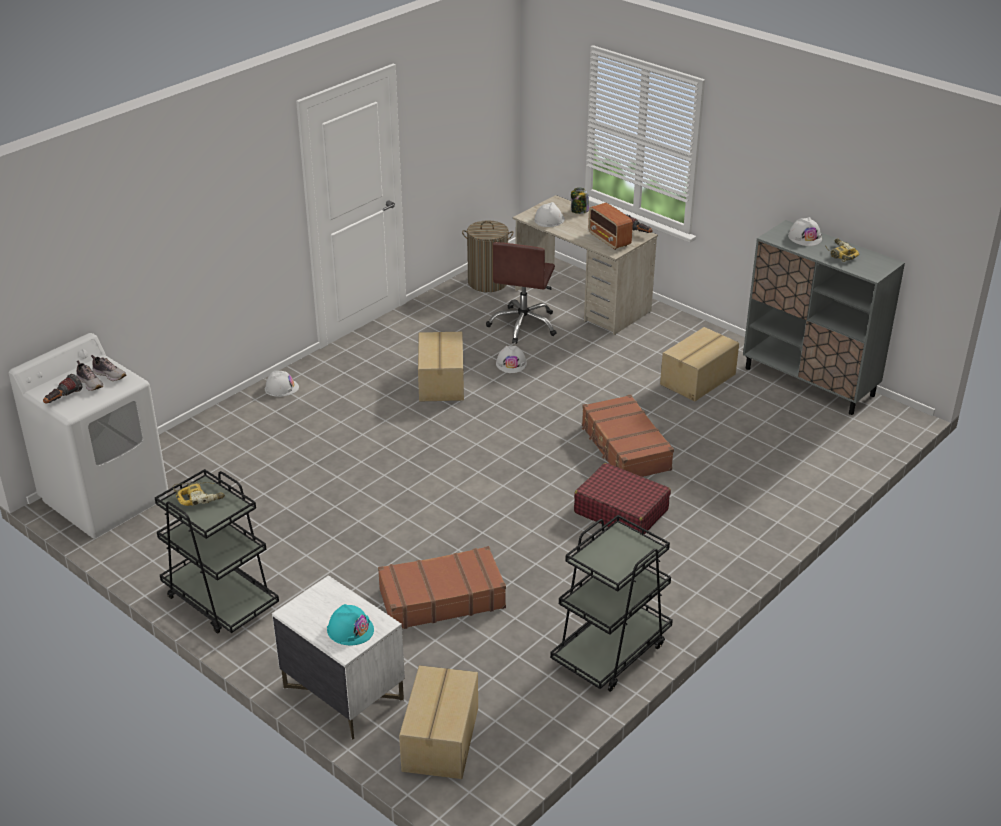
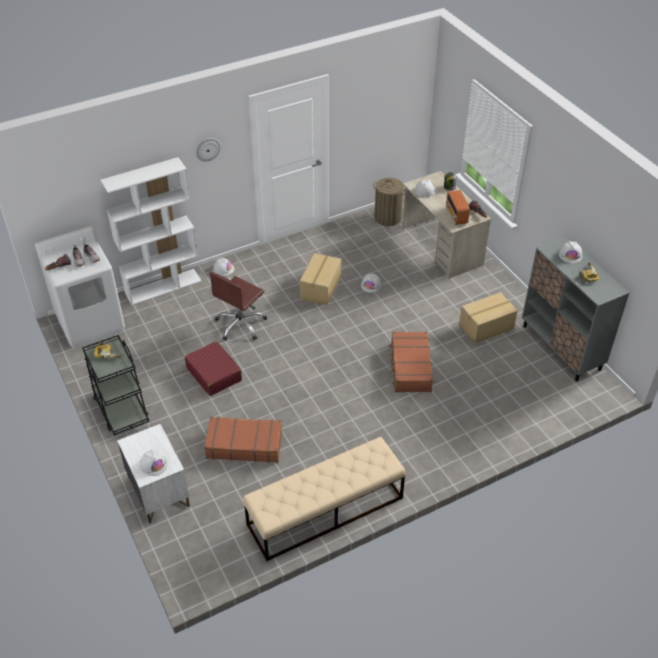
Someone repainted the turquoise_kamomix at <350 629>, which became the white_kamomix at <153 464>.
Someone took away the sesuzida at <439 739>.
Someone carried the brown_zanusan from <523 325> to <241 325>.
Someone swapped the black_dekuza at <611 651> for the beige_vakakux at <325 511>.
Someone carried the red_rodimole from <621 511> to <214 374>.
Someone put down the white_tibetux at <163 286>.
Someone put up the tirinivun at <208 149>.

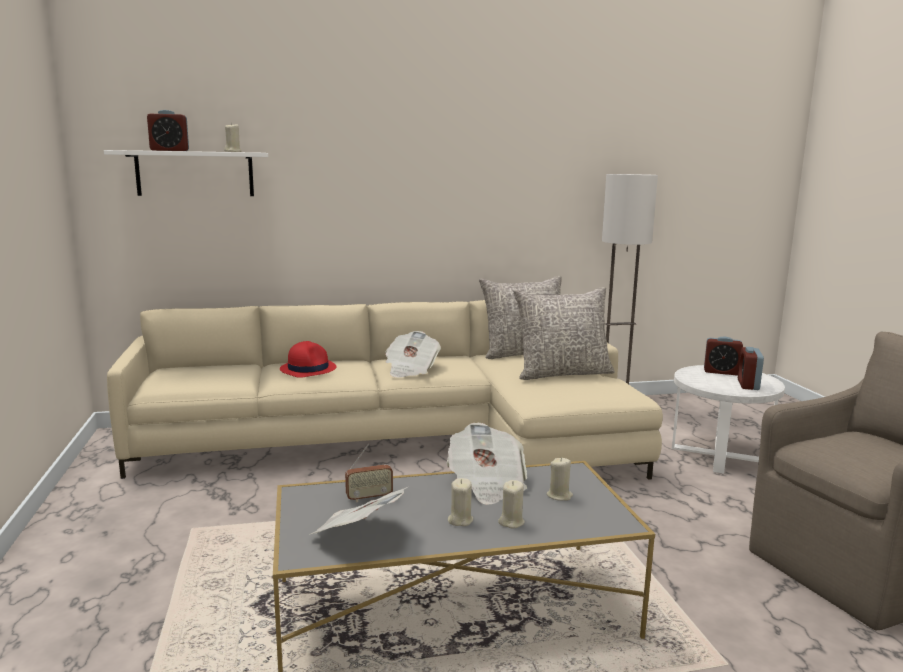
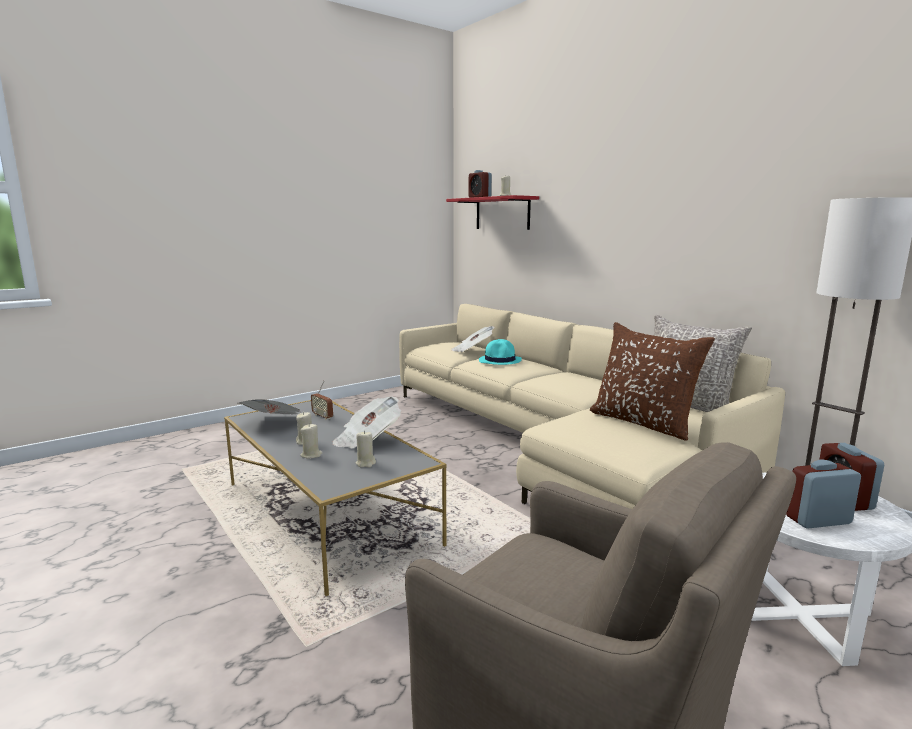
Someone repainted the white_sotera at <195 174>, which became the red_sotera at <502 213>.
Someone repainted the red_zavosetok at <308 369>, which became the turquoise_zavosetok at <500 360>.
Someone carried the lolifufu from <410 369> to <472 350>.
Someone repainted the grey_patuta at <562 373>, which became the brown_patuta at <643 422>.

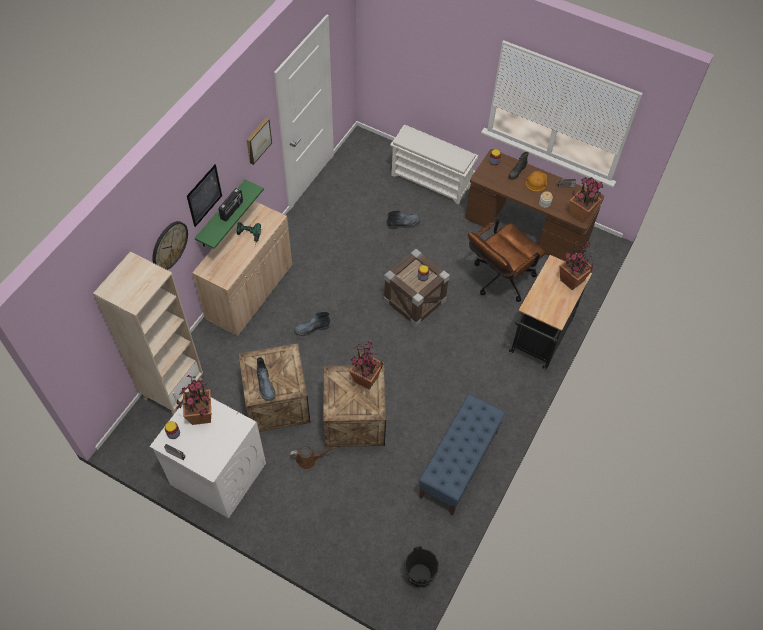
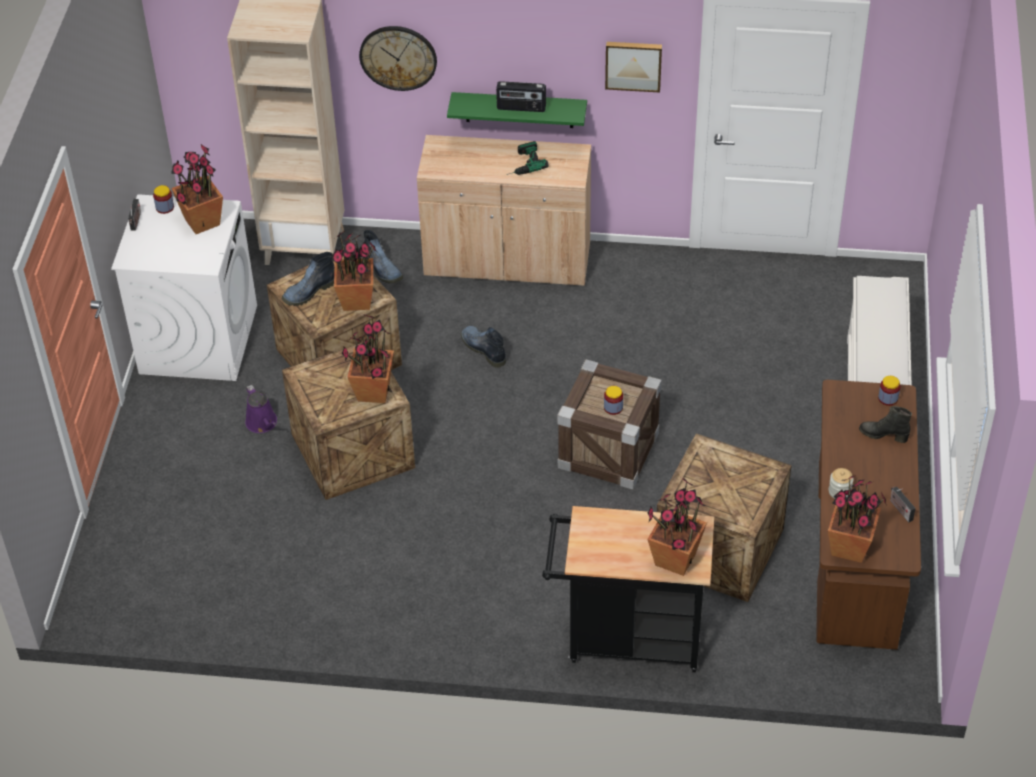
Someone took away the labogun at <204 195>.
Someone repainted the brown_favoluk at <309 459>, which became the purple_favoluk at <263 423>.
Someone carried the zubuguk from <404 223> to <383 270>.
Someone took away the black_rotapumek at <420 575>.
Someone took away the blue_vakakux at <459 464>.
Someone swapped the brown_zanusan at <498 280> for the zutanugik at <718 547>.
Someone took away the orange_kamomix at <536 181>.
Someone put down the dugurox at <357 300>.

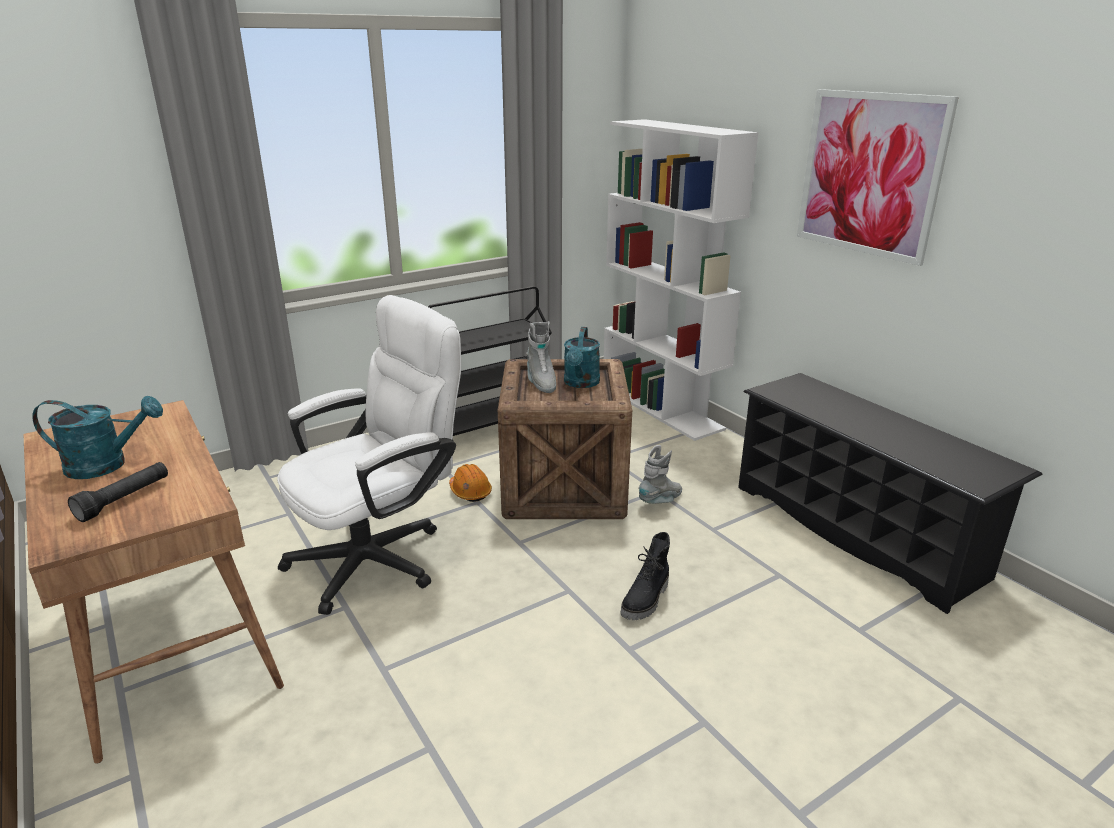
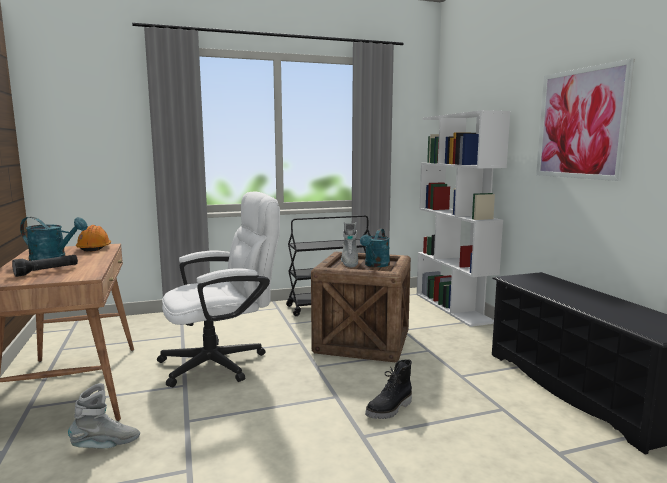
Someone carried the orange_kamomix from <470 491> to <94 248>.
Someone carried the grey_zubuguk from <661 501> to <106 446>.

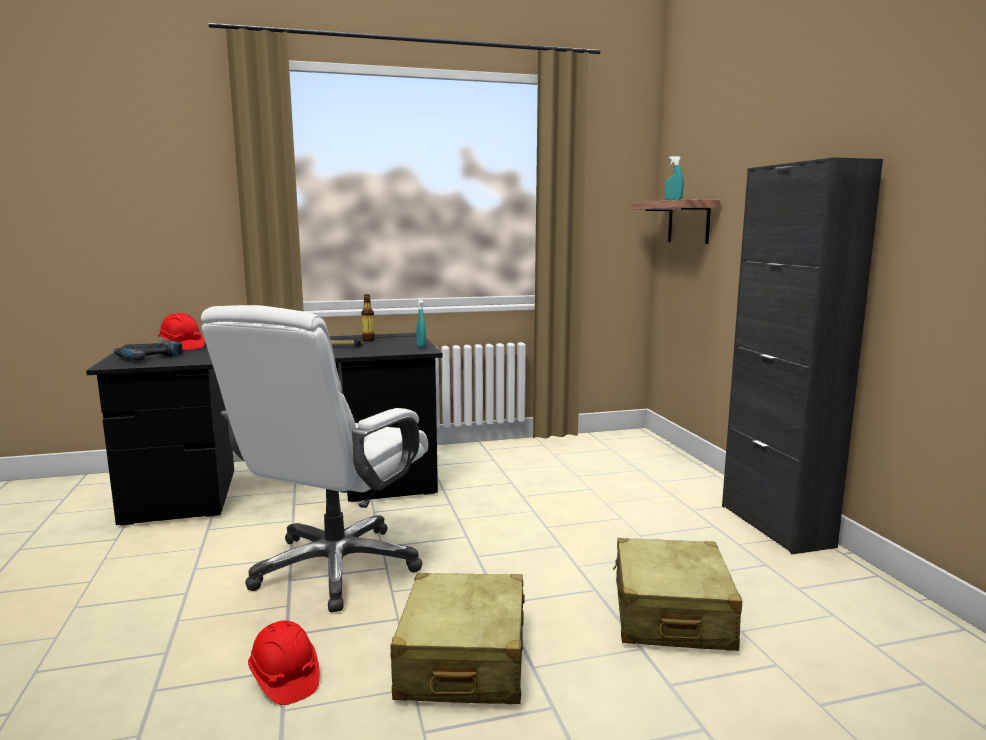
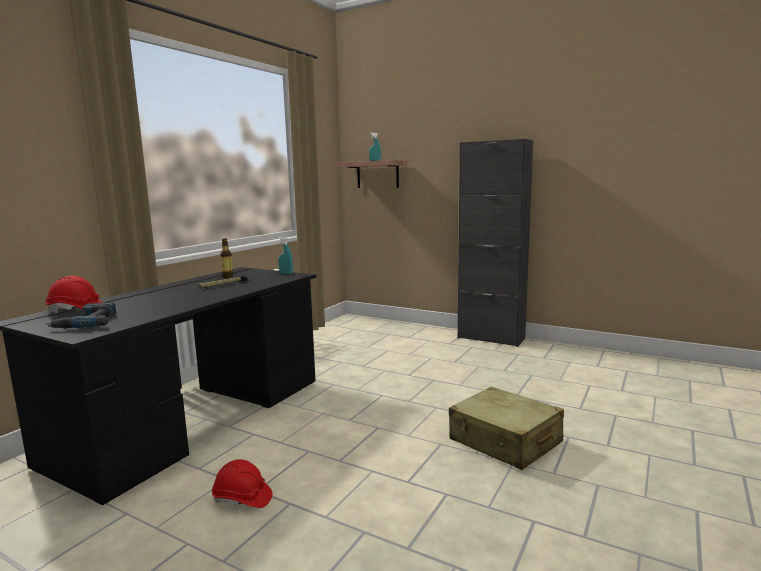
Someone took away the white_zanusan at <335 567>.
Someone carried the red_kamomix from <284 678> to <242 499>.
Someone took away the beige_rodimole at <670 614>.

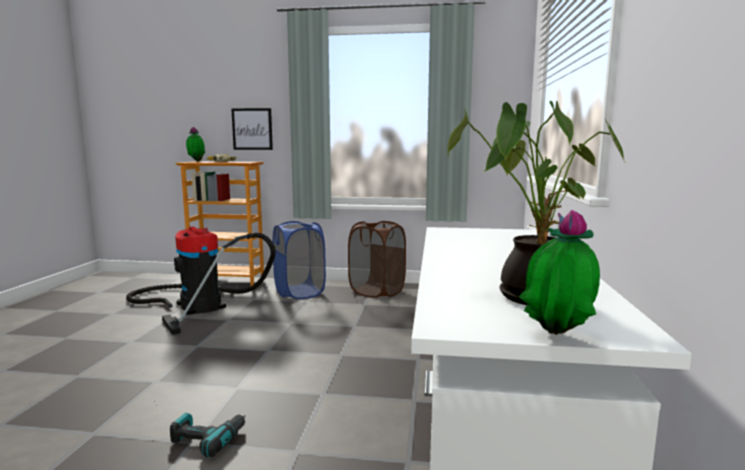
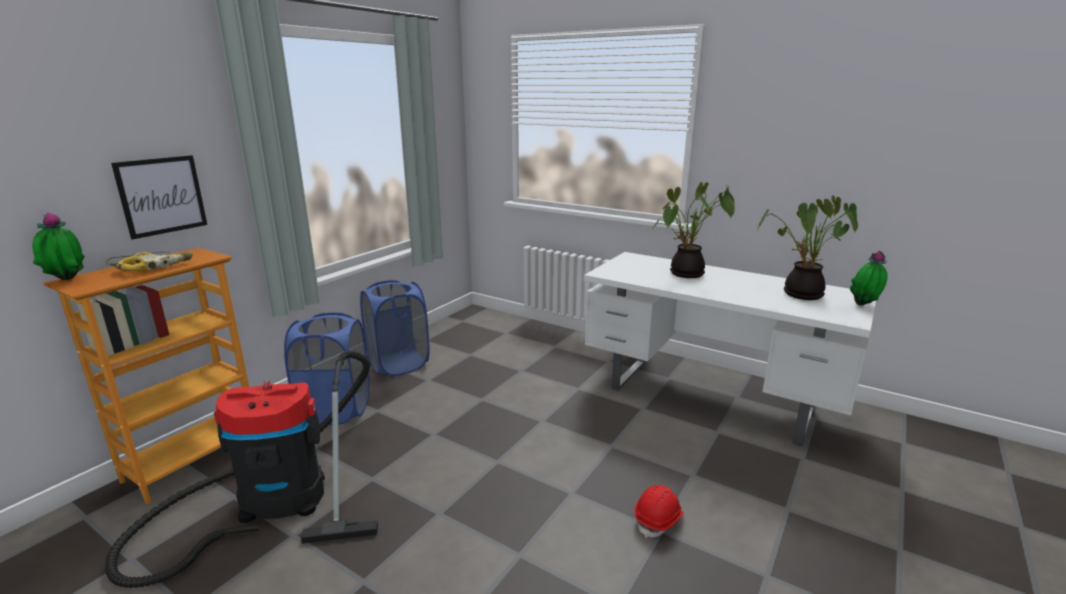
Someone swapped the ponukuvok at <208 438> for the red_kamomix at <658 520>.
Someone repainted the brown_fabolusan at <377 291>, which became the blue_fabolusan at <398 364>.
Someone put down the dugurox at <686 274>.

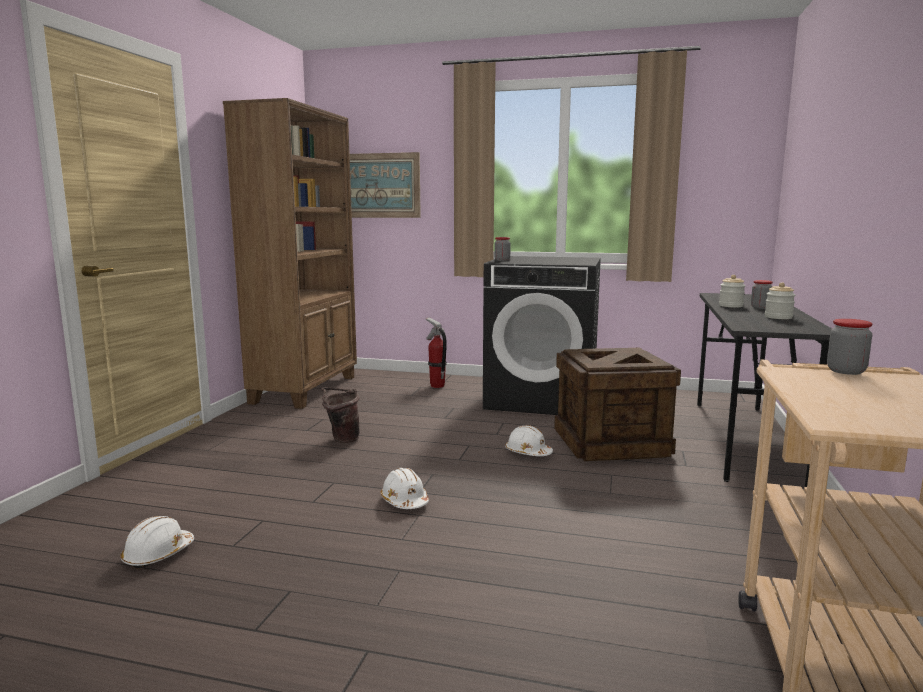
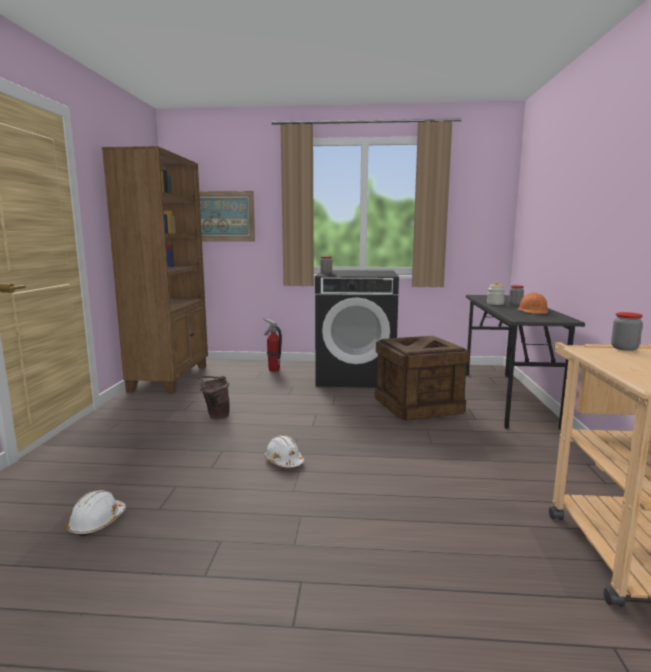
Someone took away the white_kamomix at <528 453>.
Someone swapped the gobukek at <778 317> for the orange_kamomix at <533 311>.

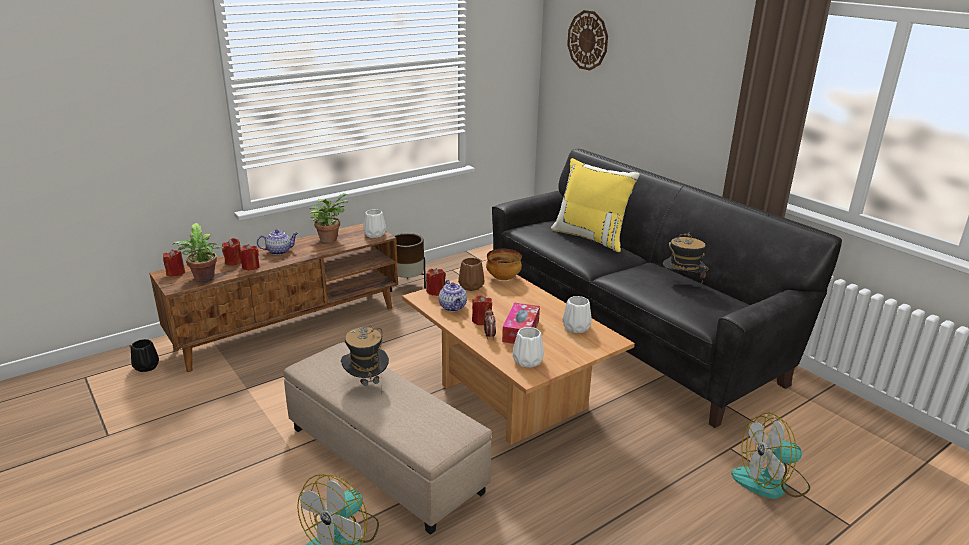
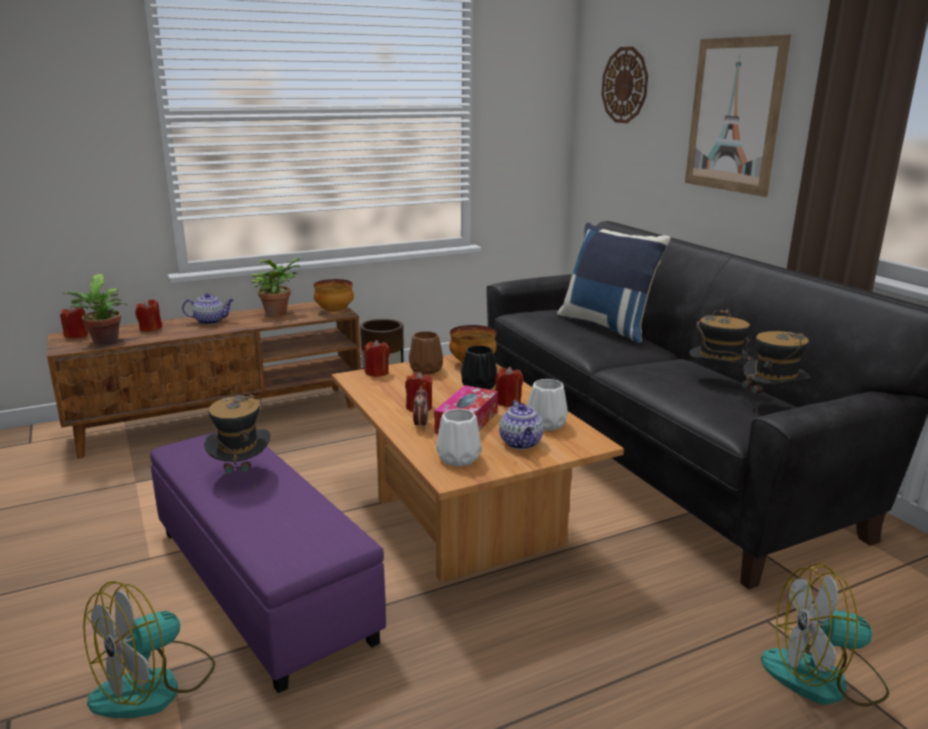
Someone carried the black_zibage from <147 366> to <479 386>.
Someone carried the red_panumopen from <250 267> to <508 402>.
Someone repainted the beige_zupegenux at <383 460>, which became the purple_zupegenux at <260 584>.
Someone swapped the white_zibage at <375 234> for the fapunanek at <334 311>.
Someone carried the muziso from <453 307> to <521 443>.
Someone repainted the yellow_patuta at <591 237>, which became the blue_patuta at <607 326>.
Someone put up the labogun at <734 115>.
Someone put down the zavosetok at <771 404>.

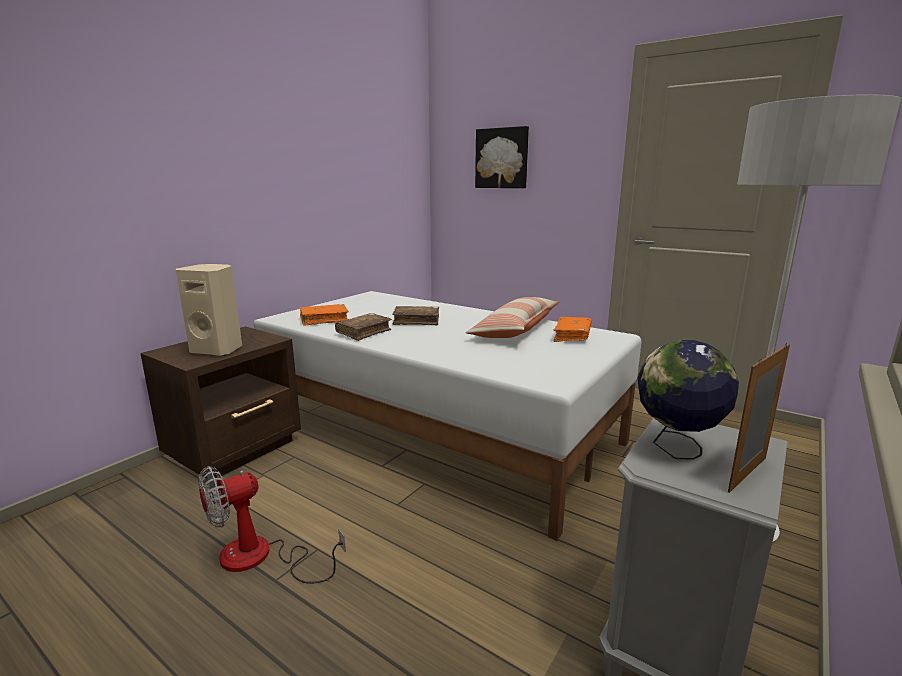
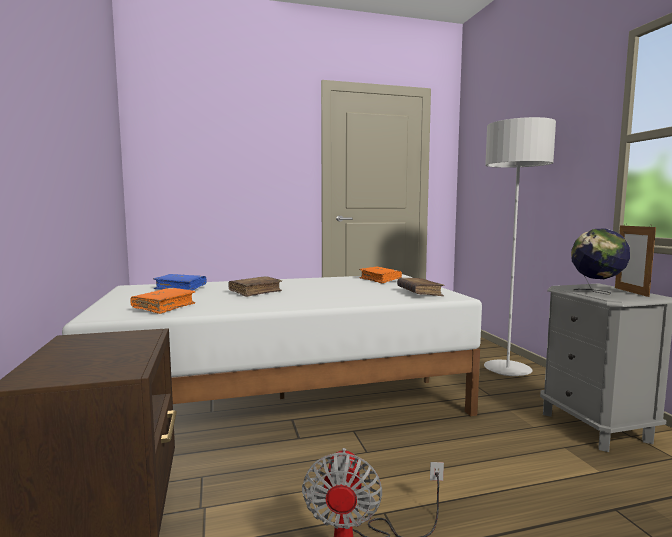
Someone took away the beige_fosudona at <218 350>.
Someone carried the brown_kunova from <364 332> to <419 293>.
Someone took away the patuta at <515 330>.
Someone took away the labogun at <502 158>.
Someone put down the blue_kunova at <180 288>.

